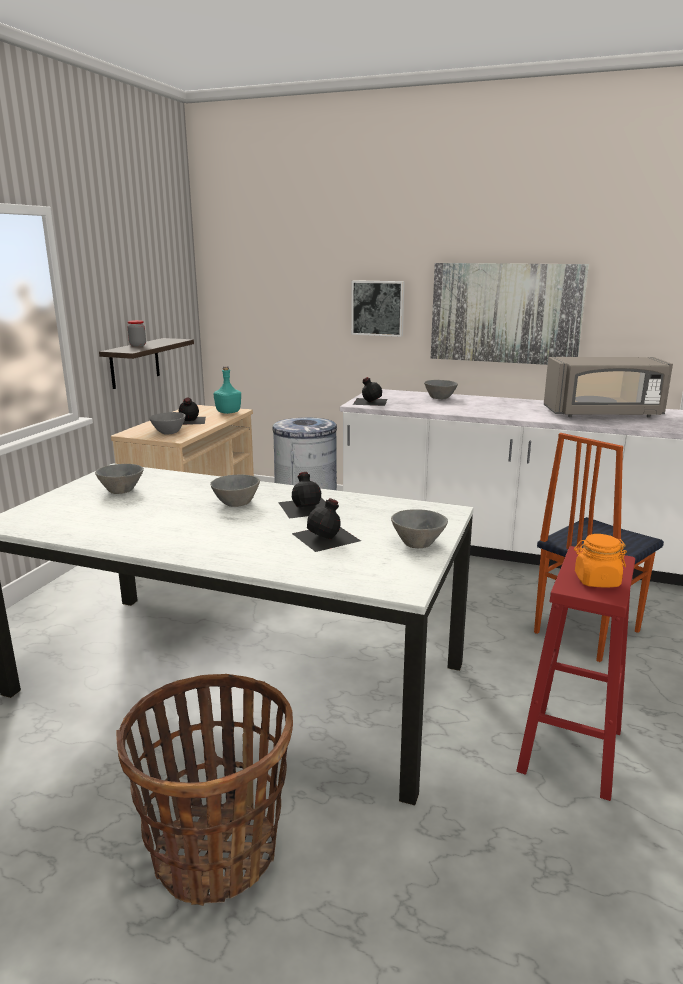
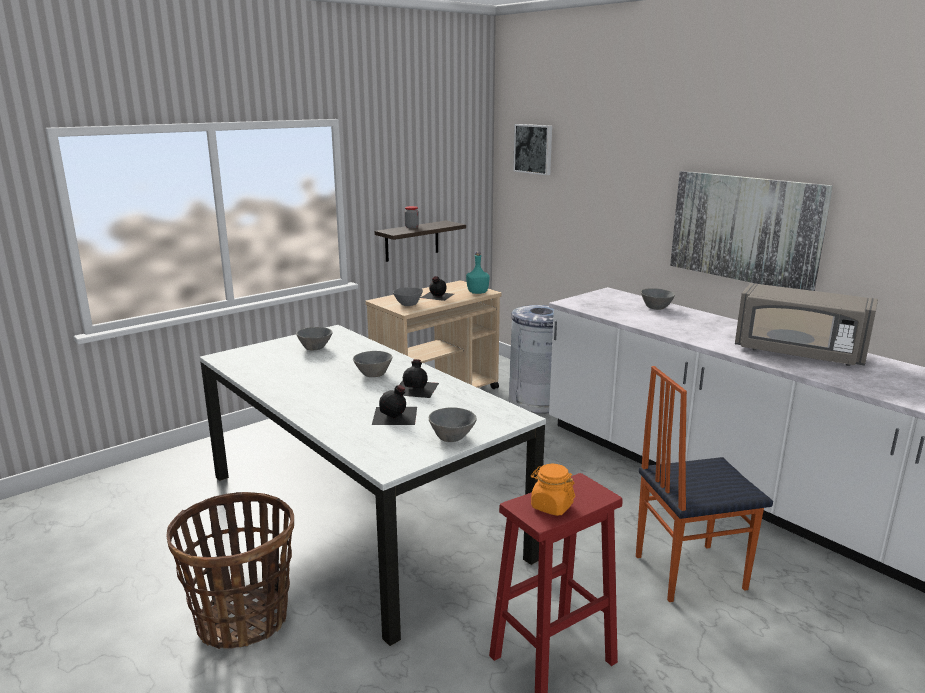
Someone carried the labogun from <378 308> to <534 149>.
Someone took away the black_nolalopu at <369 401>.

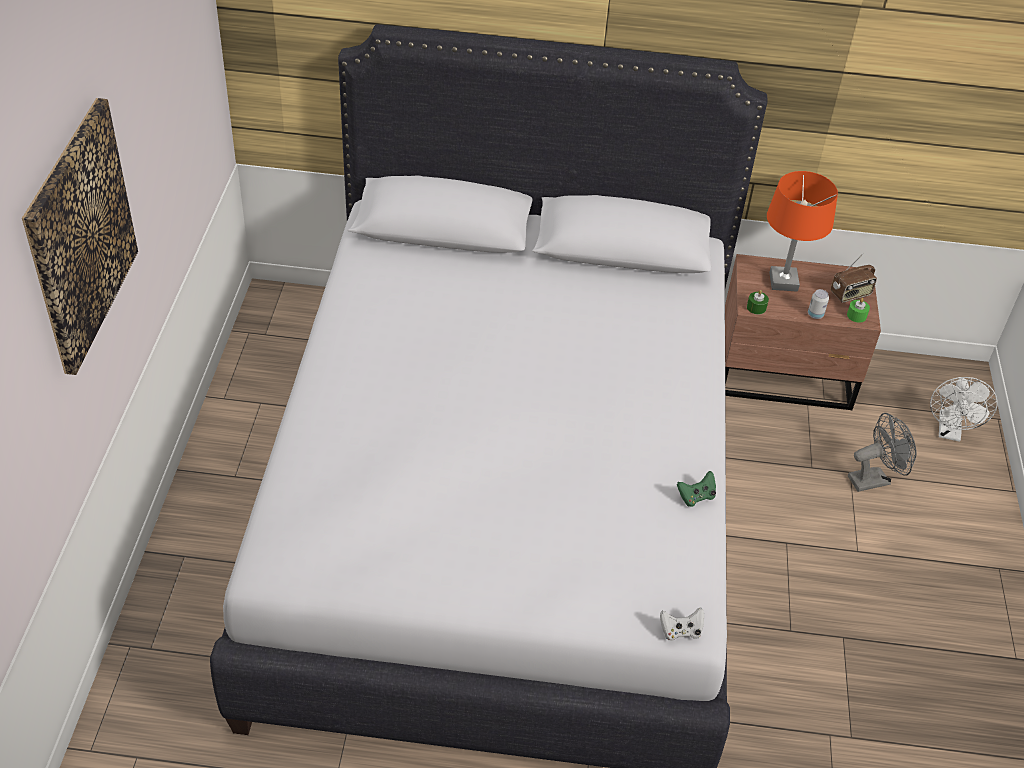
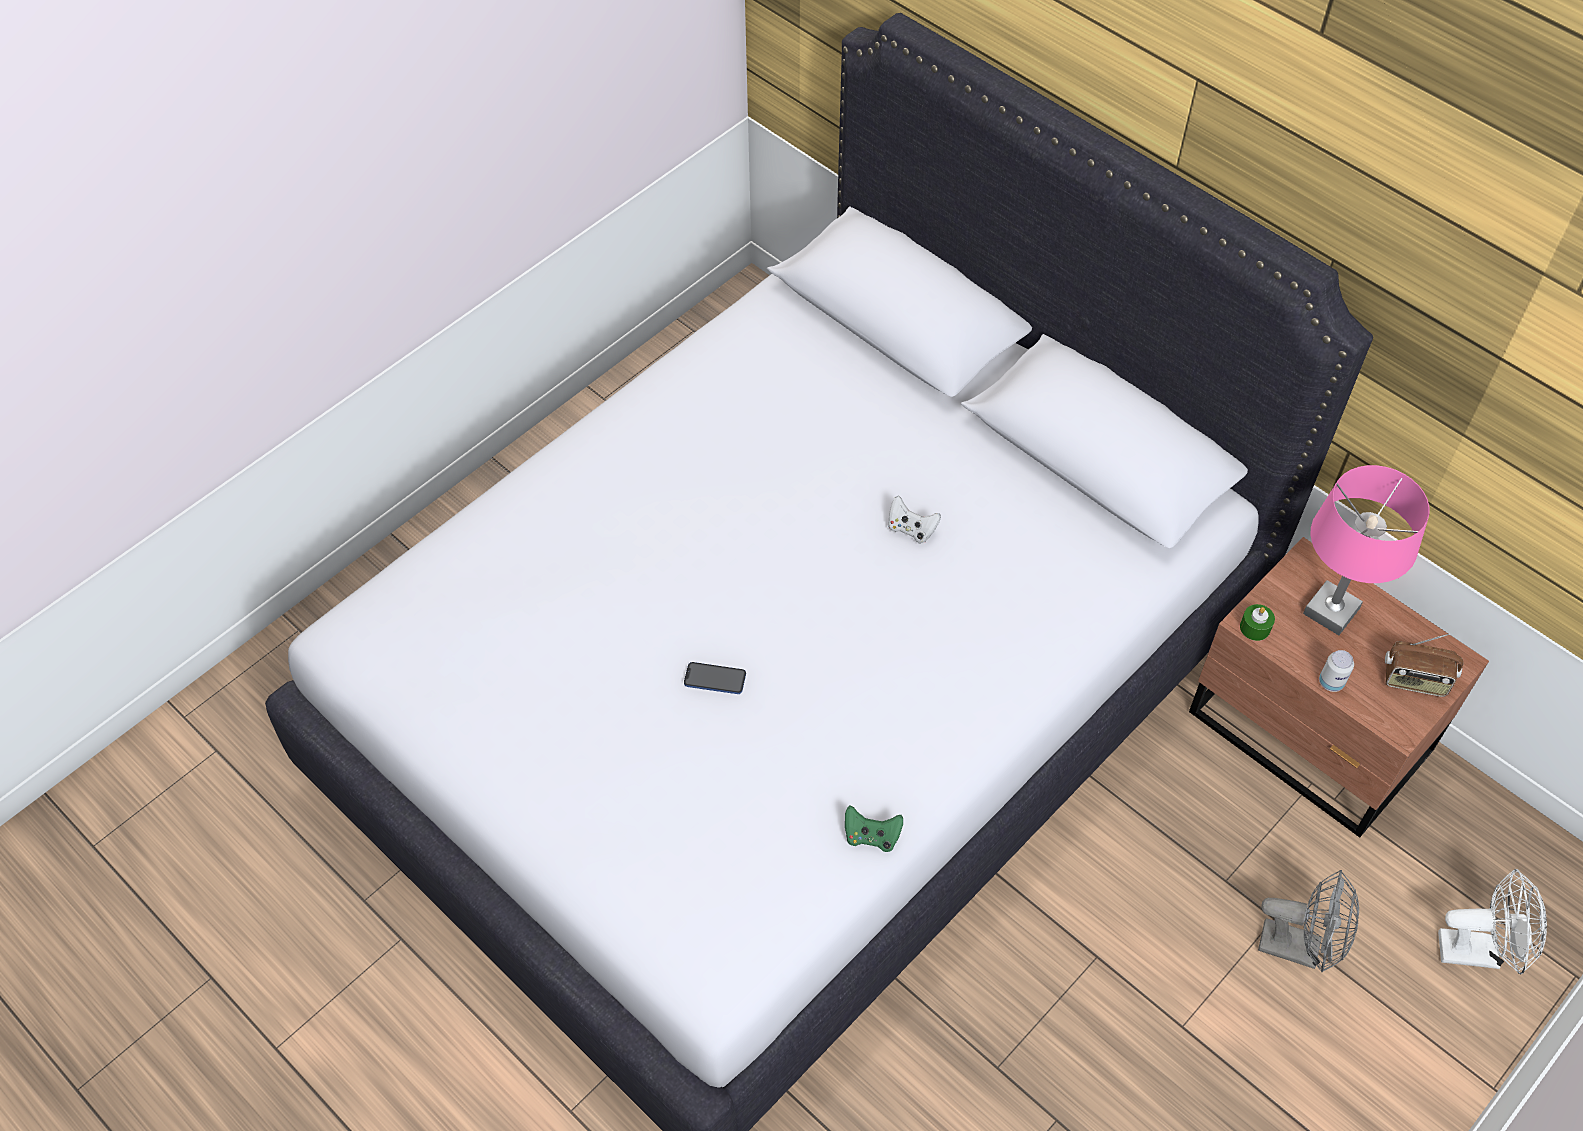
Someone took away the labogun at <80 235>.
Someone carried the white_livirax from <680 631> to <911 529>.
Someone repainted the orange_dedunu at <783 282>, which became the pink_dedunu at <1331 611>.
Someone took away the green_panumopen at <856 315>.
Someone rotated the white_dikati at <949 432> by 135 degrees counterclockwise.
Someone put down the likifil at <715 679>.

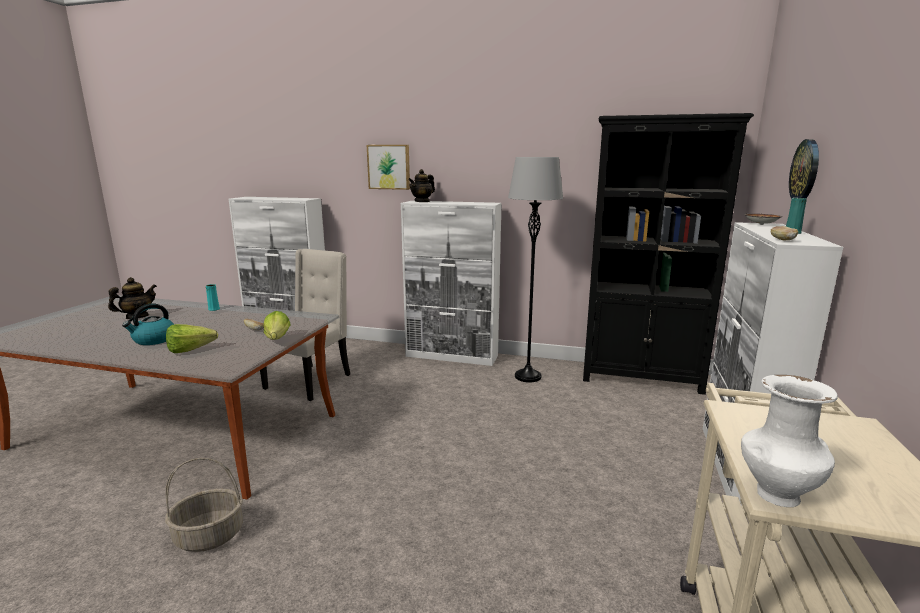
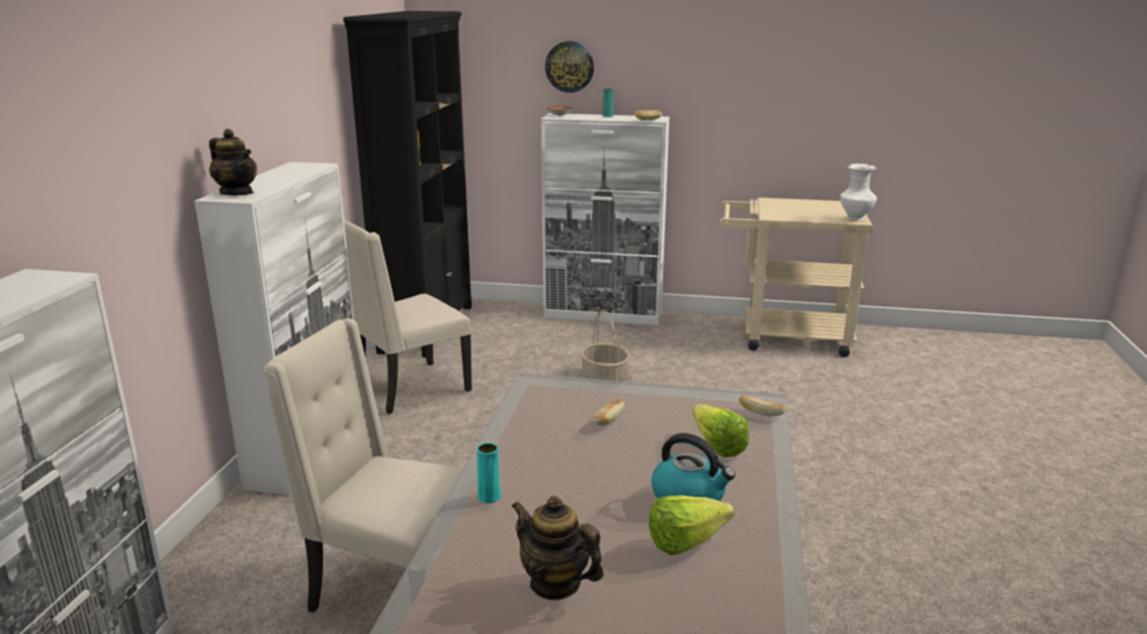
Someone carried the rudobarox from <208 536> to <605 378>.
Someone carried the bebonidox from <276 341> to <693 542>.
Someone took away the labogun at <389 167>.
Someone swapped the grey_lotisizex at <528 376> for the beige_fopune at <409 389>.
Someone put down the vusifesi at <761 413>.

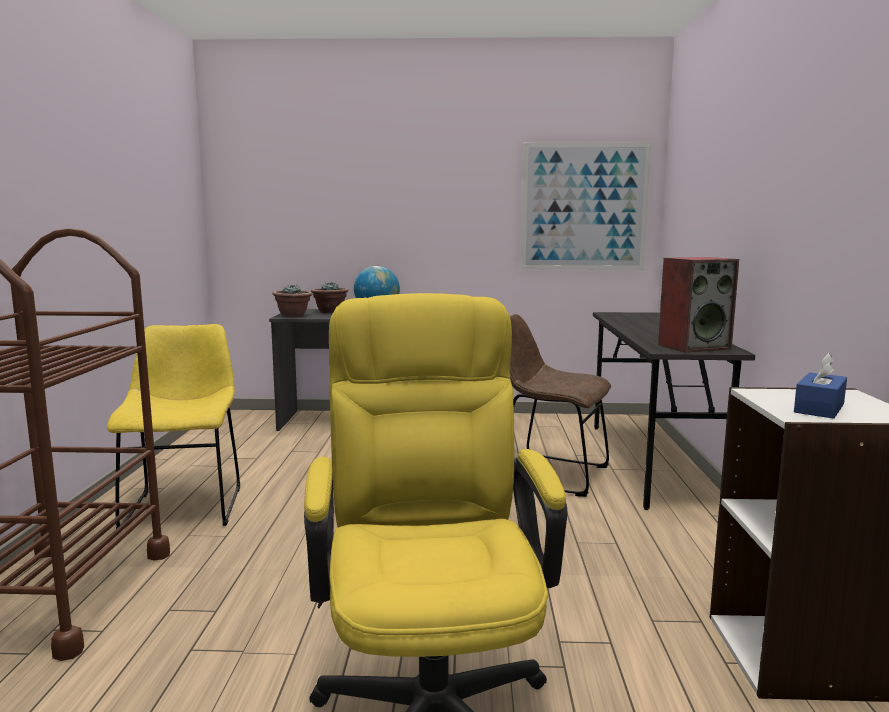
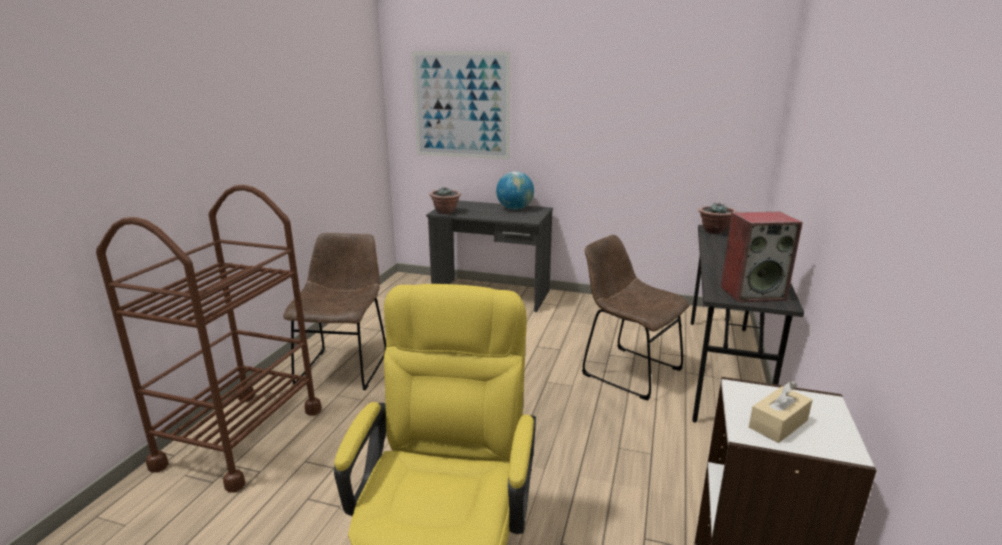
Someone repainted the yellow_fopune at <185 505>, which became the brown_fopune at <344 366>.
Someone carried the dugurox from <330 312> to <714 231>.
Someone carried the labogun from <584 207> to <461 105>.
Someone repainted the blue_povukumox at <819 408>, which became the beige_povukumox at <778 424>.

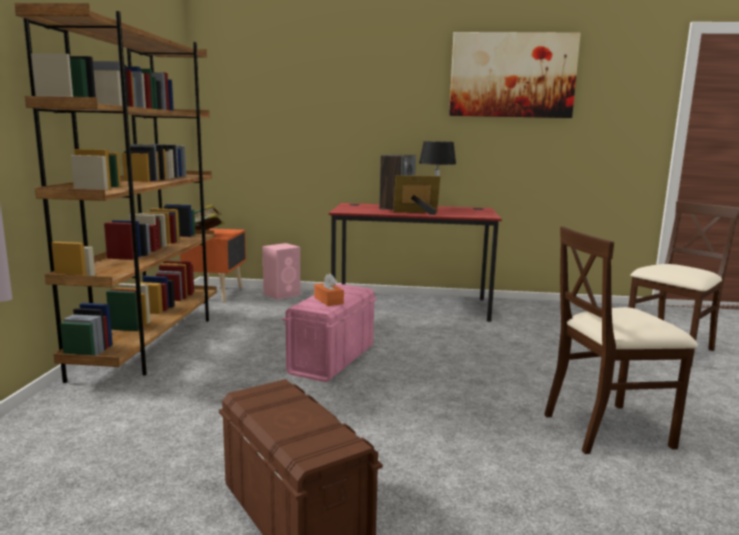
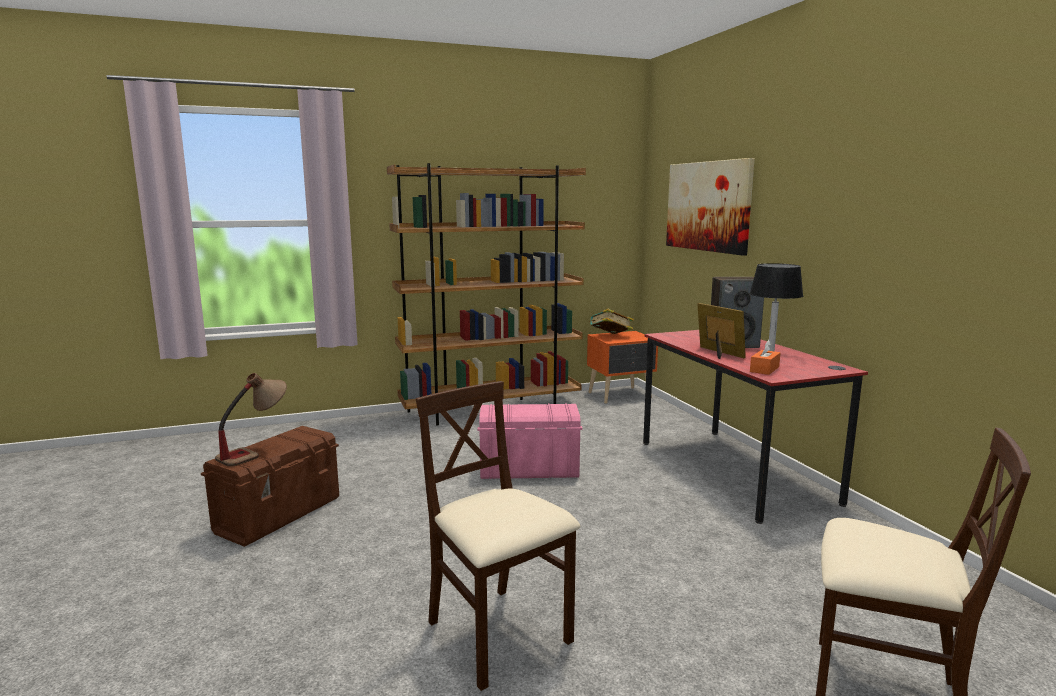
Someone took away the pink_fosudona at <282 294>.
Someone carried the orange_povukumox from <328 300> to <764 369>.
Someone carried the labogun from <512 75> to <707 206>.
Someone put down the dedunu at <255 452>.

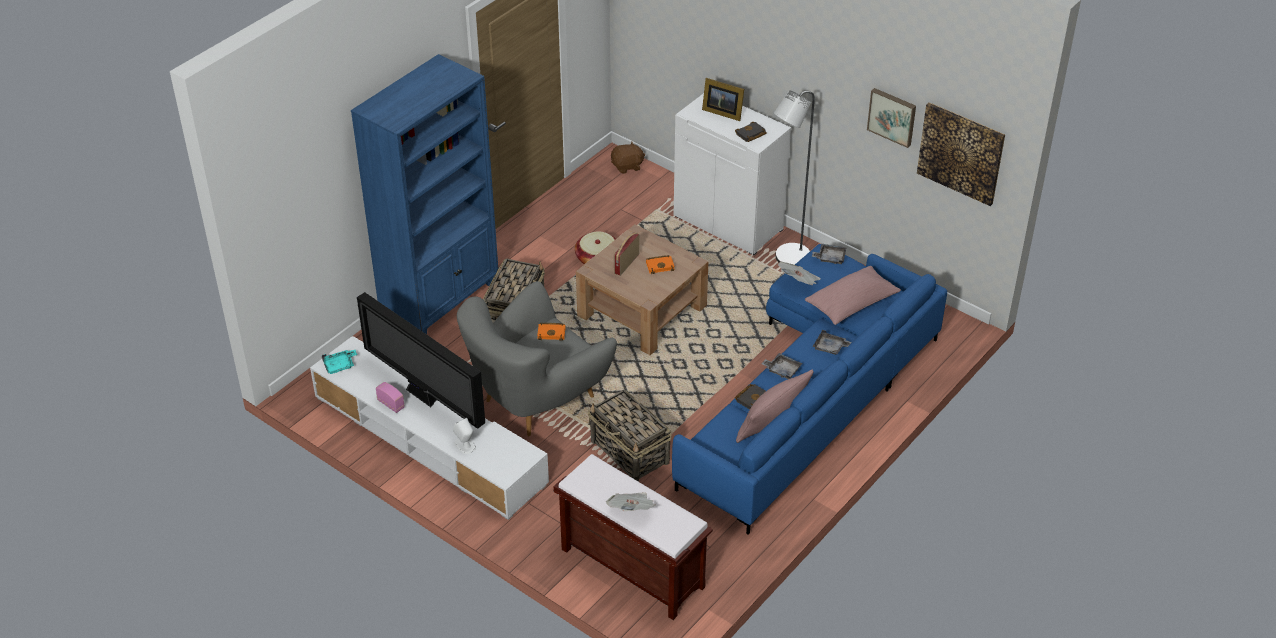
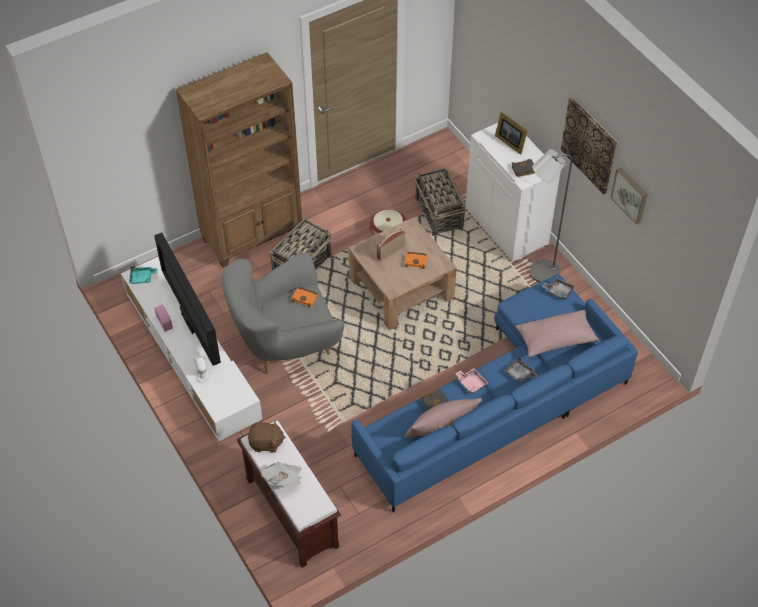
Someone repainted the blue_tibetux at <441 301>, which became the brown_tibetux at <253 236>.
Someone carried the rudobarox from <630 452> to <439 214>.
Someone carried the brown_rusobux from <627 166> to <266 443>.
Someone repainted the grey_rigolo at <782 370>, which became the pink_rigolo at <471 383>.
Someone took away the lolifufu at <799 282>.
Someone carried the labogun from <961 153> to <589 145>.

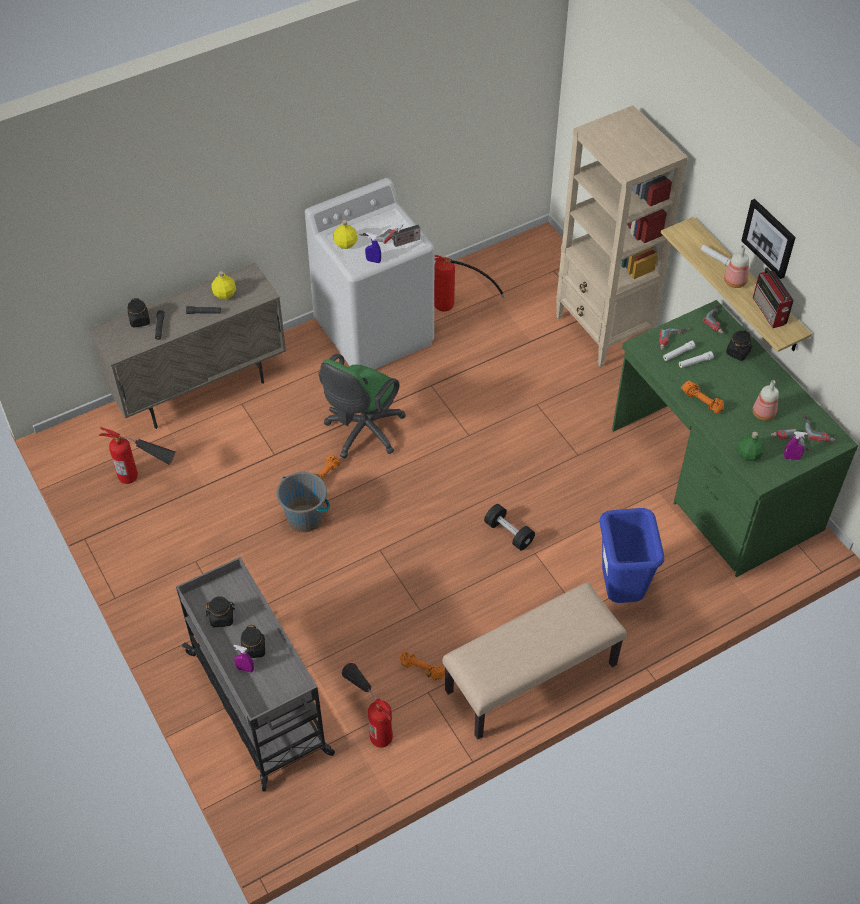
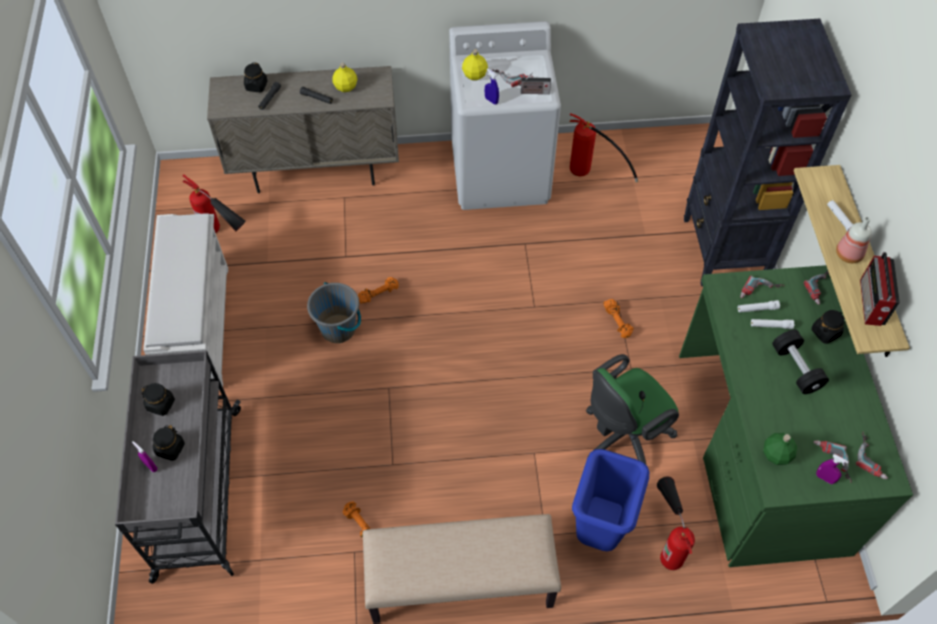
Someone carried the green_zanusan from <362 432> to <622 437>.
Someone carried the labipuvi from <370 721> to <666 537>.
Someone carried the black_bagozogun from <508 533> to <796 368>.
Someone repainted the beige_tibetux at <603 331>, which became the black_tibetux at <723 250>.
Someone carried the orange_bagozogun from <702 401> to <617 322>.
Someone took away the labogun at <769 238>.
Someone took away the nolalopu at <763 414>.
Someone put down the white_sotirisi at <199 327>.

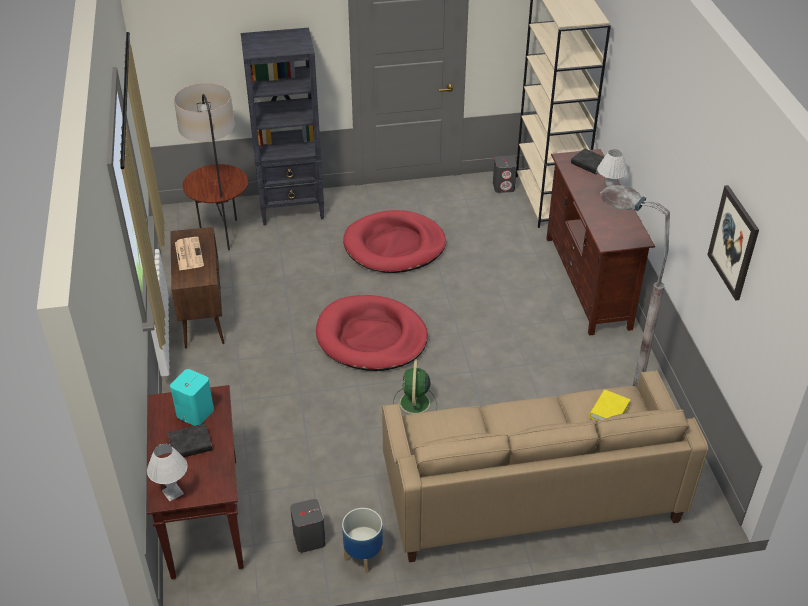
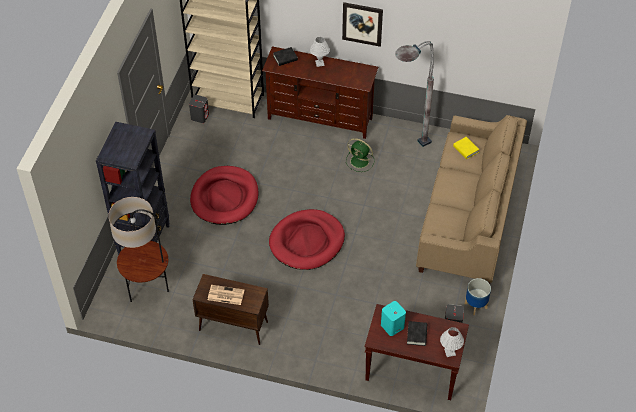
Someone carried the green_dikati from <414 404> to <360 161>.
Someone carried the labogun from <733 242> to <362 24>.

